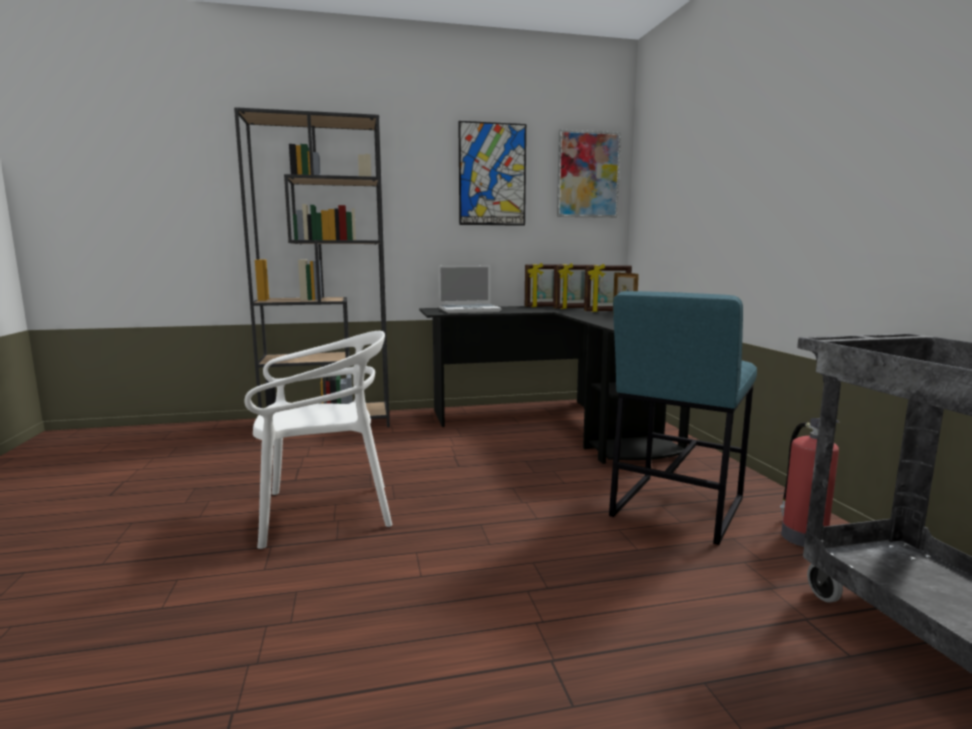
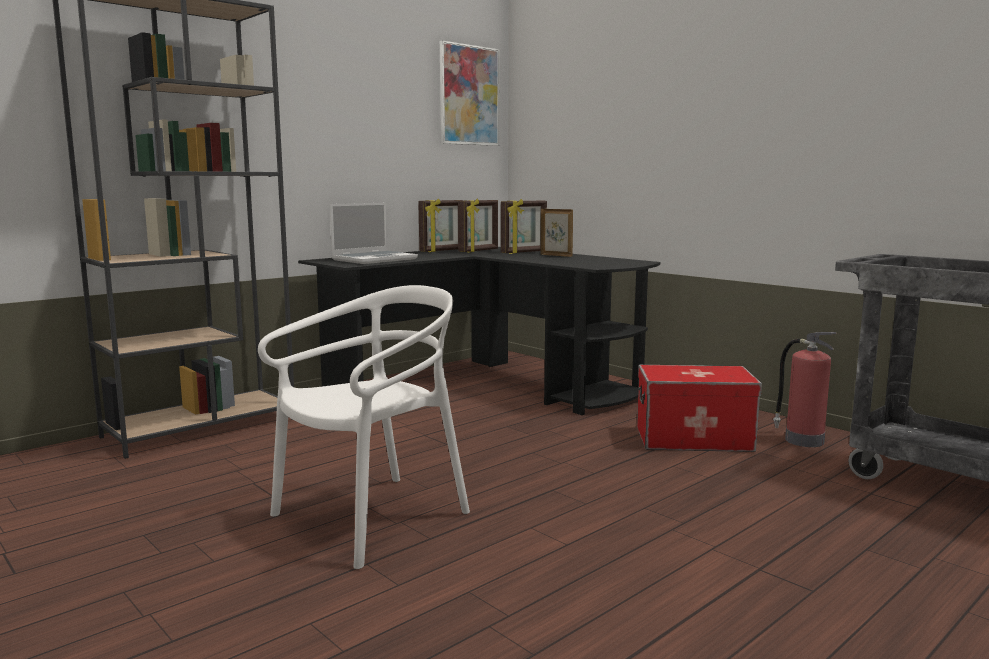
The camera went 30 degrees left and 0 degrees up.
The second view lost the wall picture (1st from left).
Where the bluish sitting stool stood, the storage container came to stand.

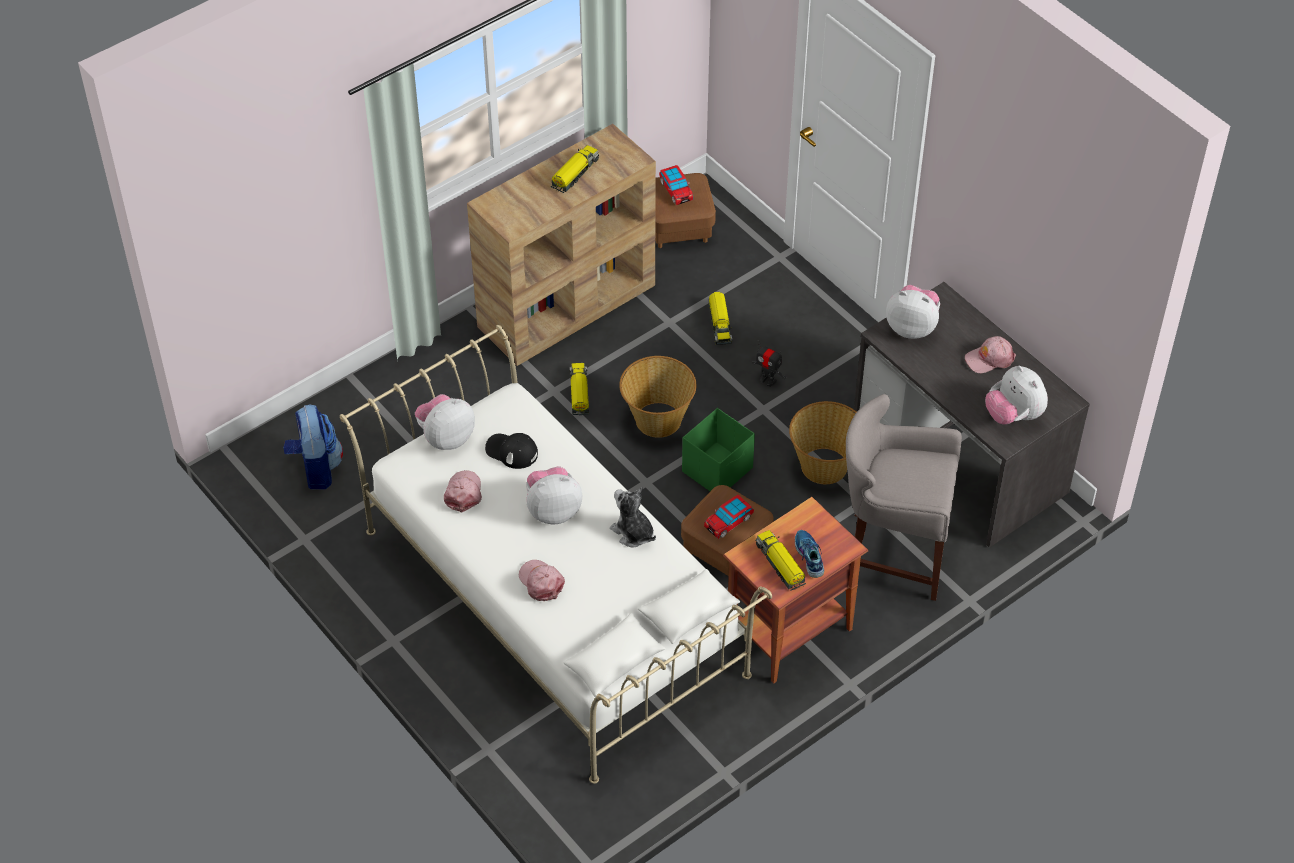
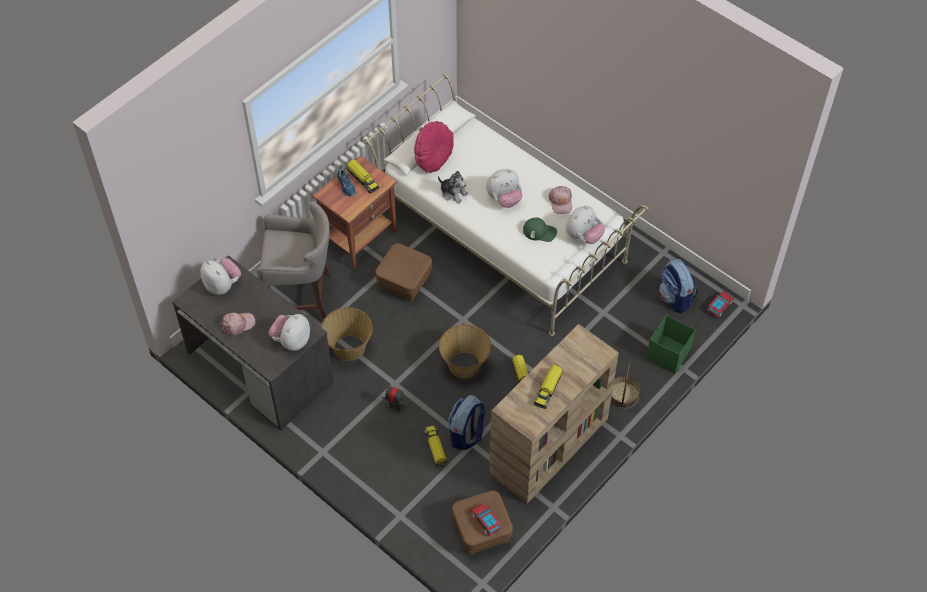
The camera went 170 degrees right and 5 degrees up.
The second view lost the pink-coloured cap (2nd from left).
The second view gained the pink-coloured throw pillow.
The second view gained the backpack (1st from left).
The second view gained the household basket (3rd from left).
The greenish storage container ended up elsewhere.
The toy car (2nd from left) ended up elsewhere.
What was the blackish cap turned into the greenish cap.
The soft toy (4th from left in the first image) ended up facing another way, 105 degrees clockwise from before.

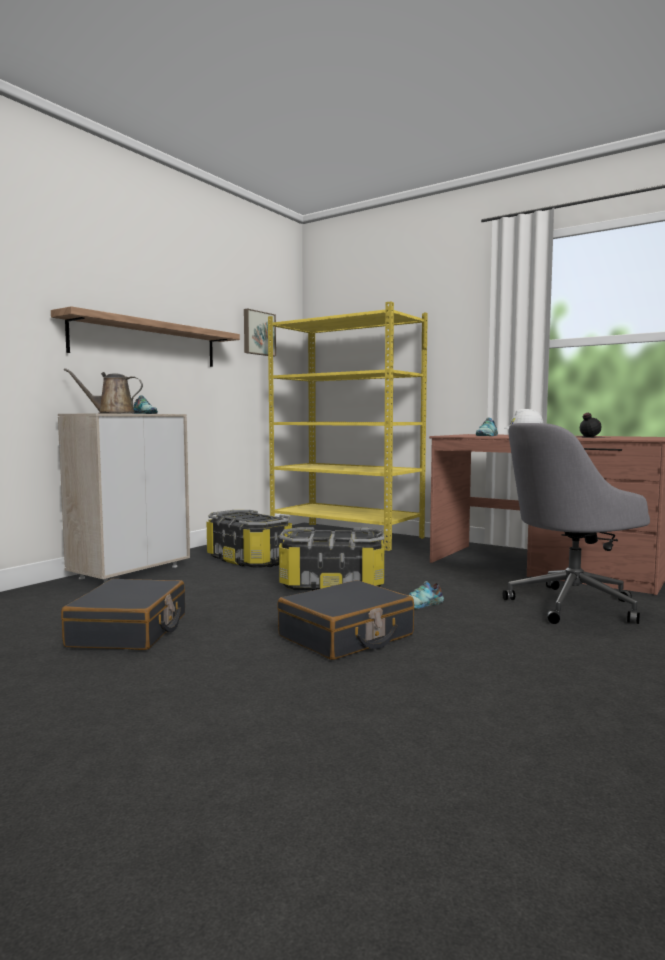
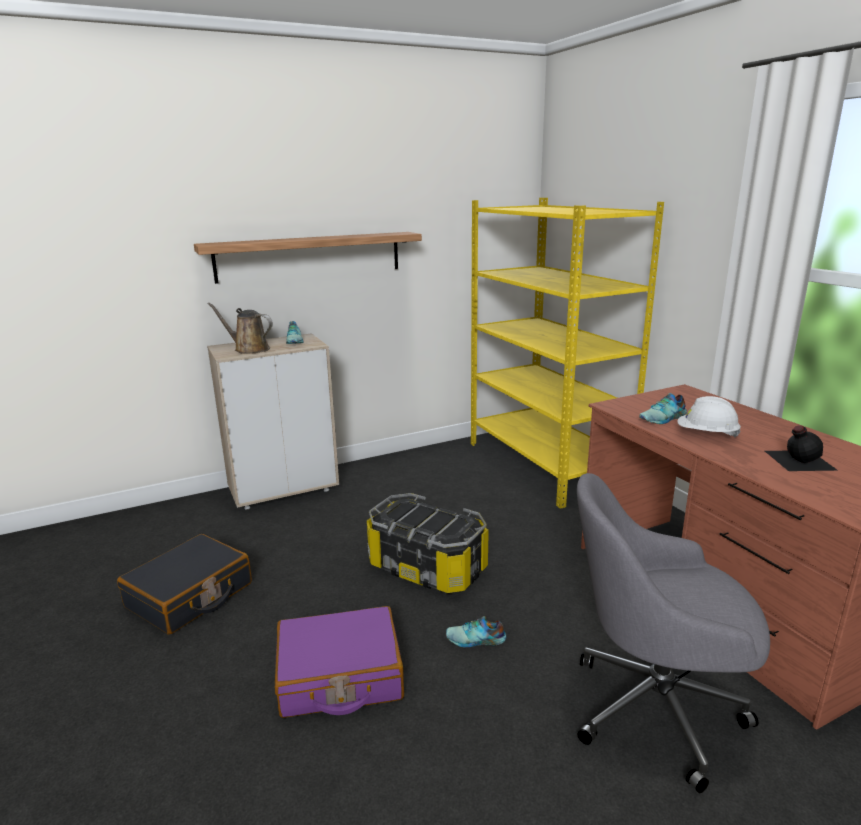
The camera went 30 degrees right and 15 degrees up.
The second view lost the storage container (1st from left).
The second view lost the wall picture.
What was the blackish suitcase (2nd from left) turned into the purple-coloured suitcase.

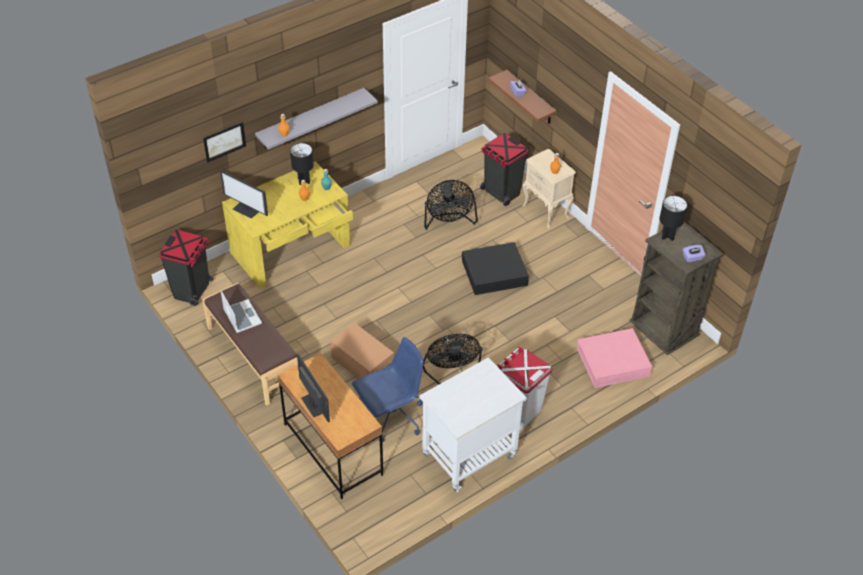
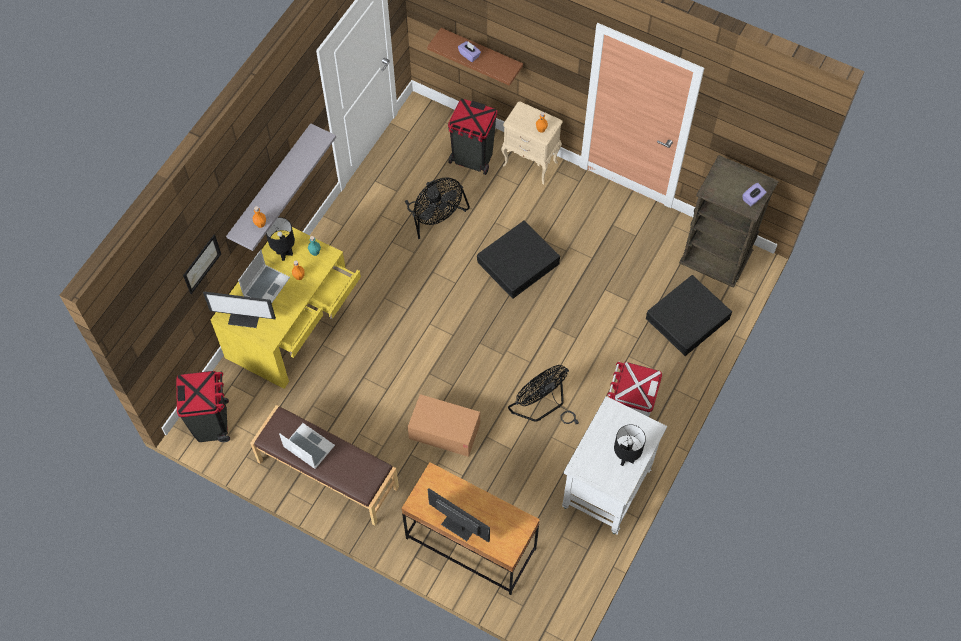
The camera went 25 degrees left and 15 degrees up.
The second view lost the bluish computer chair.
The second view gained the laptop (1st from left).
The blackish tabletop lamp (2nd from left) ended up elsewhere.
What was the pink-coloured storage container turned into the blackish storage container (2nd from left).

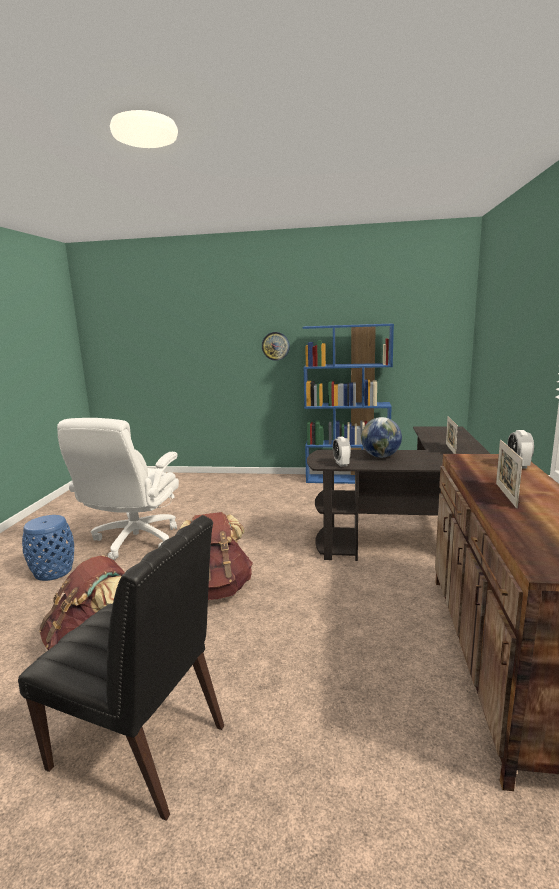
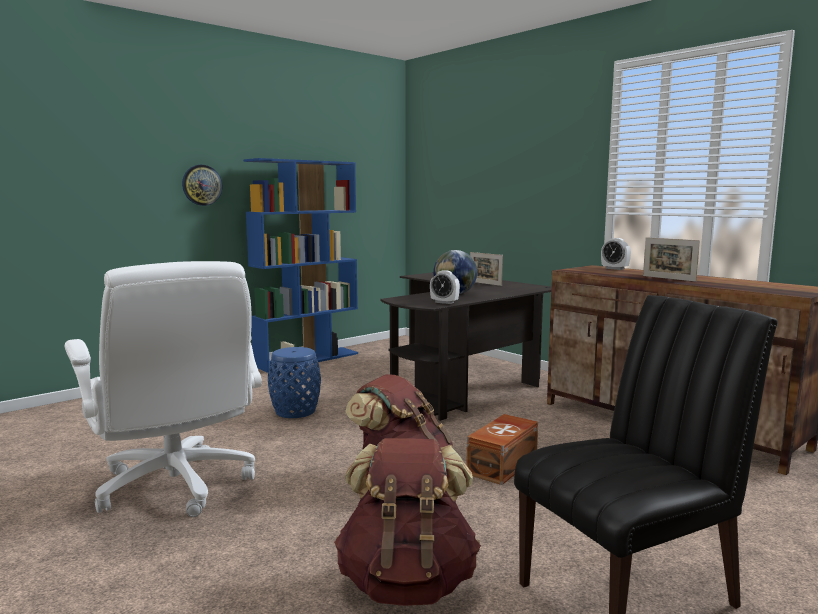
The camera went 50 degrees left and 5 degrees down.
The second view gained the brown-coloured storage container.
The bluish sitting stool ended up elsewhere.

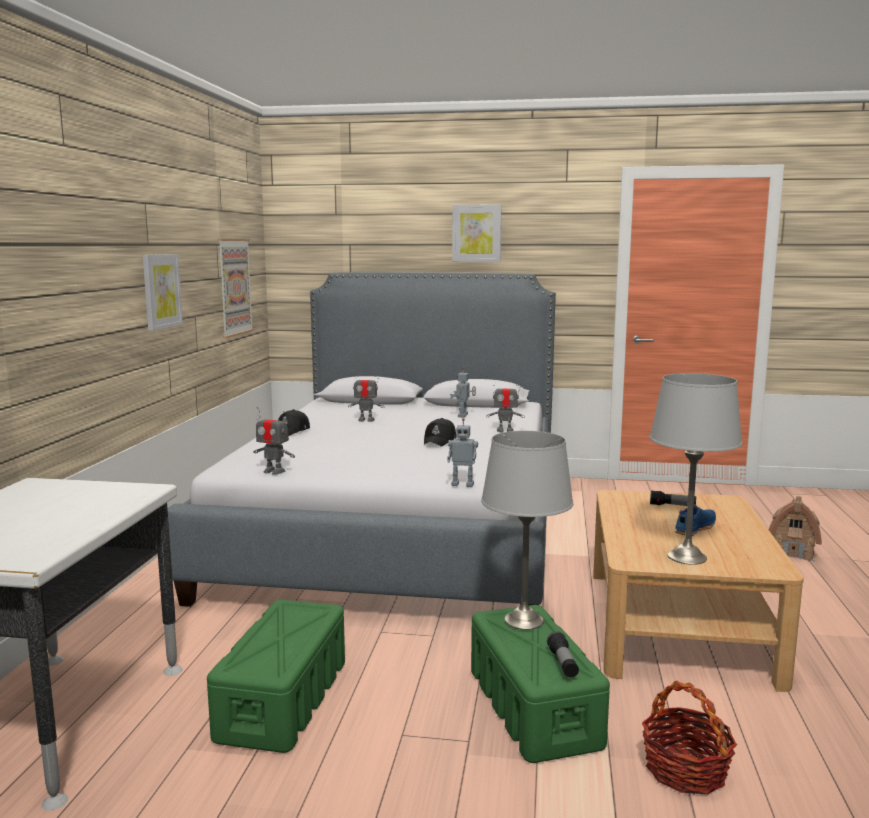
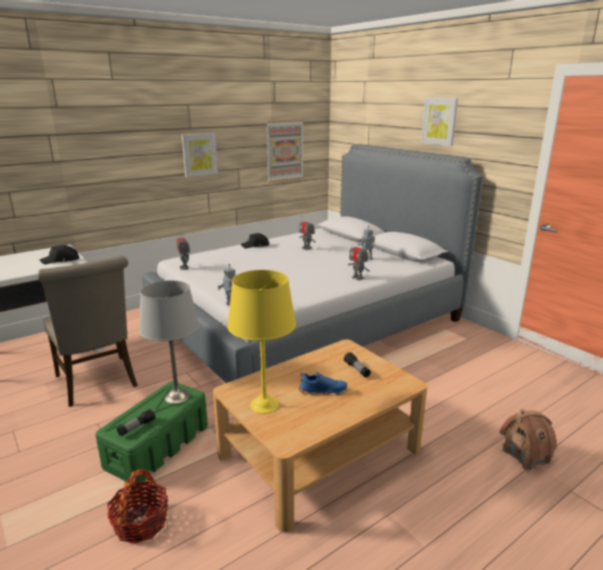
The camera went 45 degrees right and 10 degrees up.
The blackish cap (2nd from left in the first image) ended up elsewhere.
Where the greenish storage container (1st from left) stood, the beige-coloured chair came to stand.
What was the greyish tabletop lamp (2nd from left) turned into the yellow-coloured tabletop lamp.

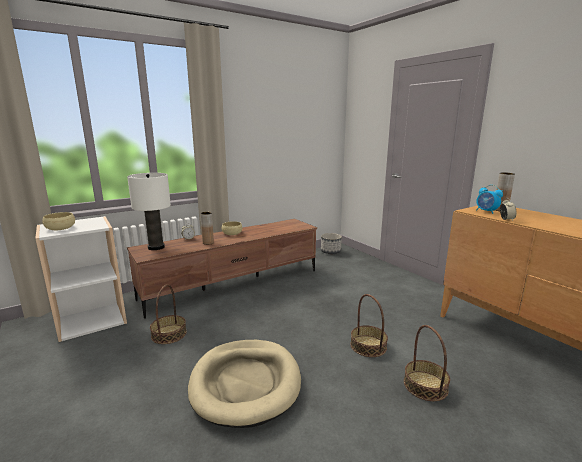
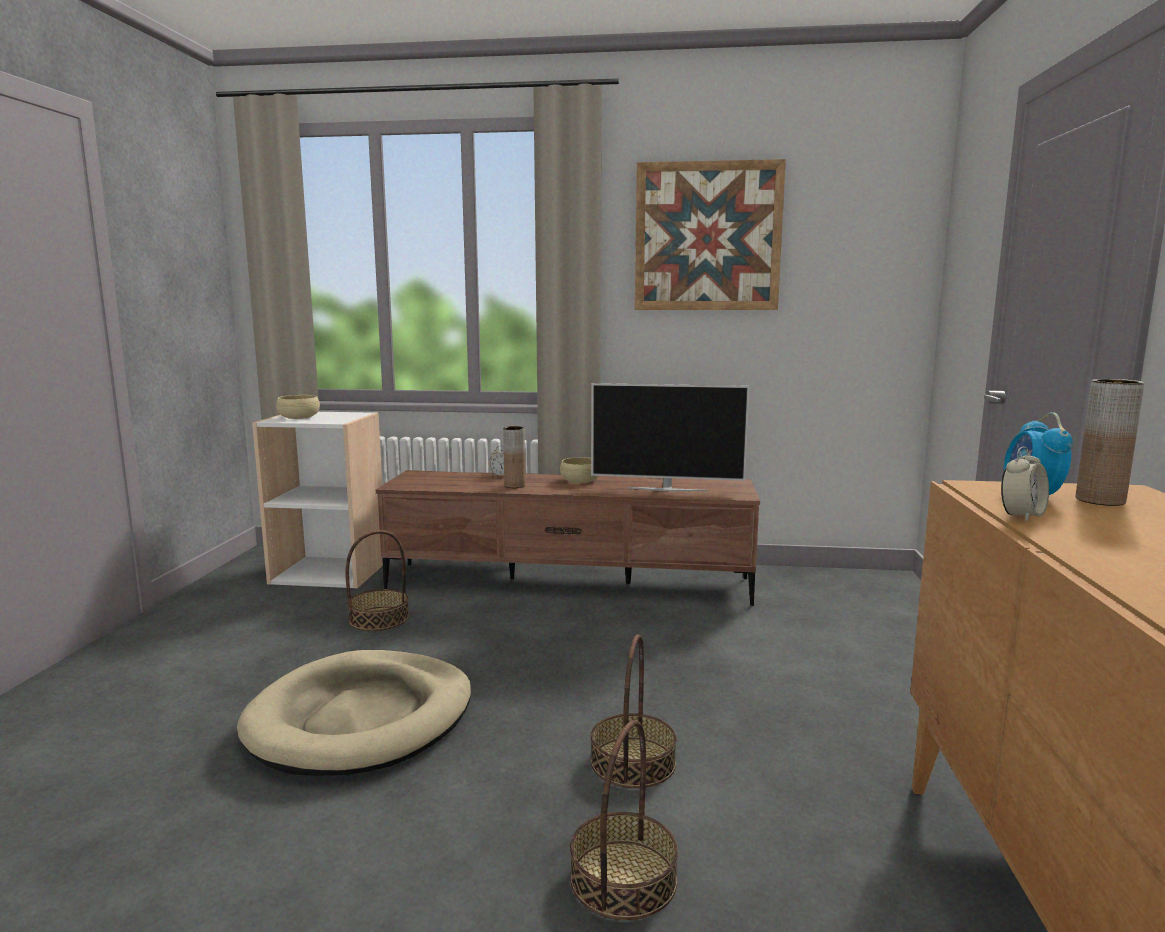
The camera went 40 degrees right and 5 degrees down.
The second view lost the whitish tabletop lamp.
The second view lost the planter.
The second view gained the television.
The second view gained the wall picture.

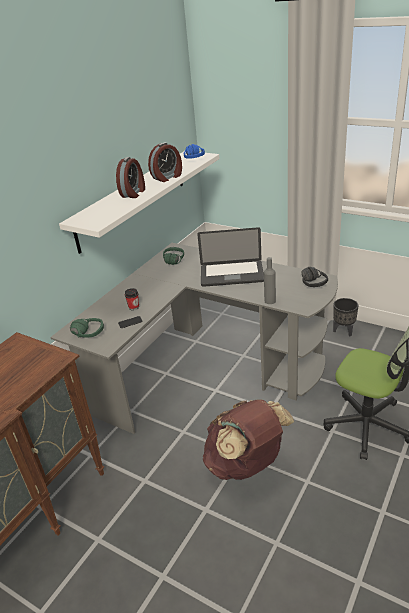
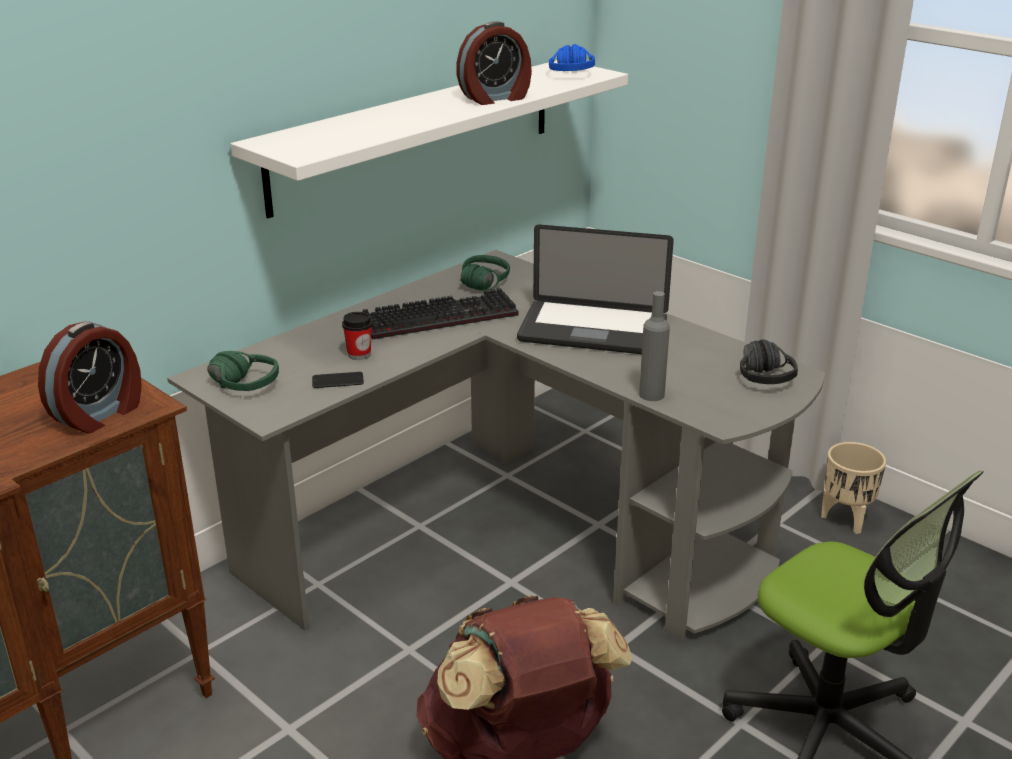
The camera went 10 degrees right and 5 degrees down.
The second view gained the keyboard.
The bedside clock (1st from left) ended up elsewhere.
What was the blackish planter turned into the beige-coloured planter.

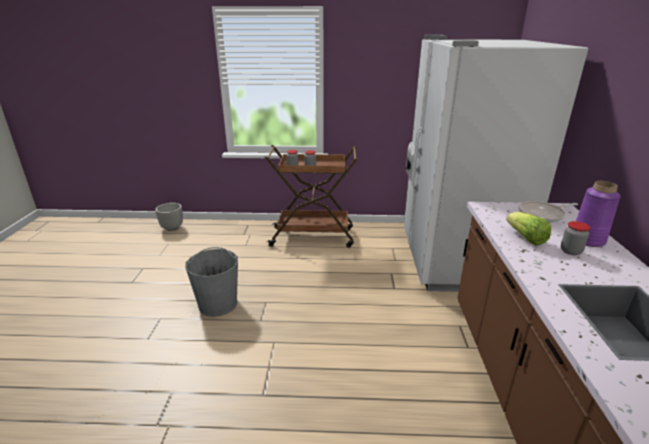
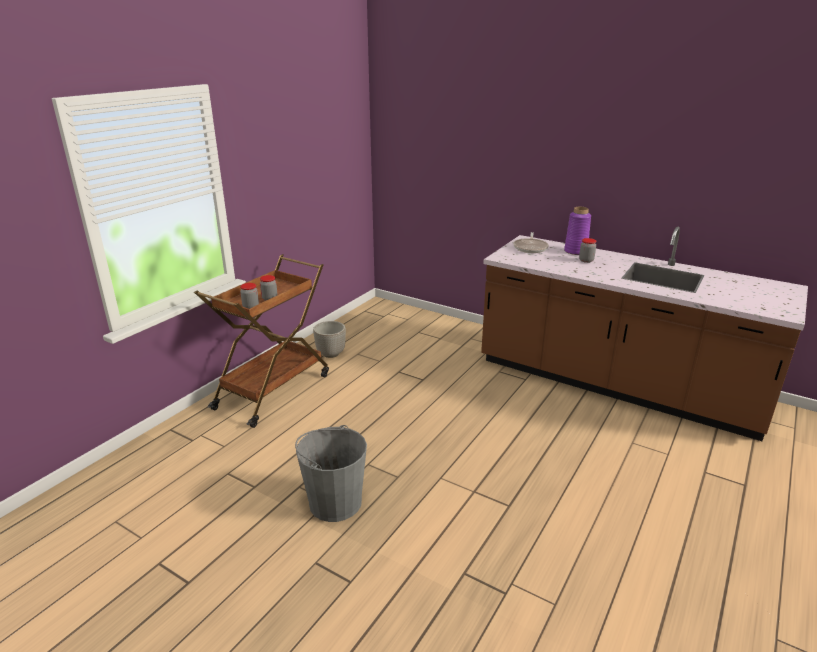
The camera went 60 degrees left and 0 degrees up.
The second view lost the whitish fridge.
The second view lost the head of lettuce.
The planter ended up elsewhere.

